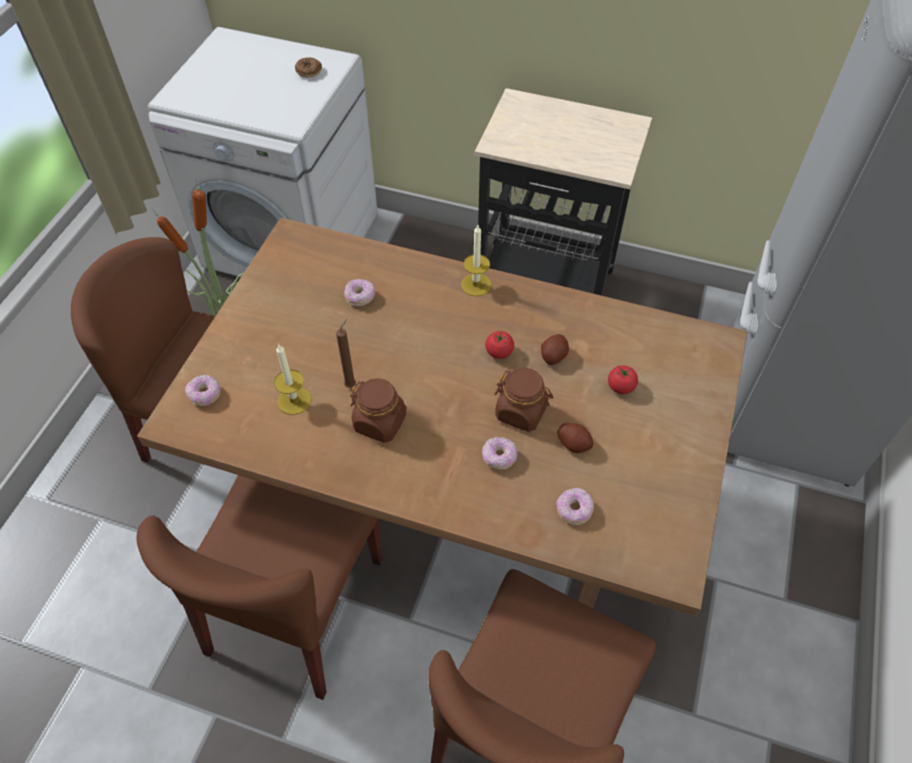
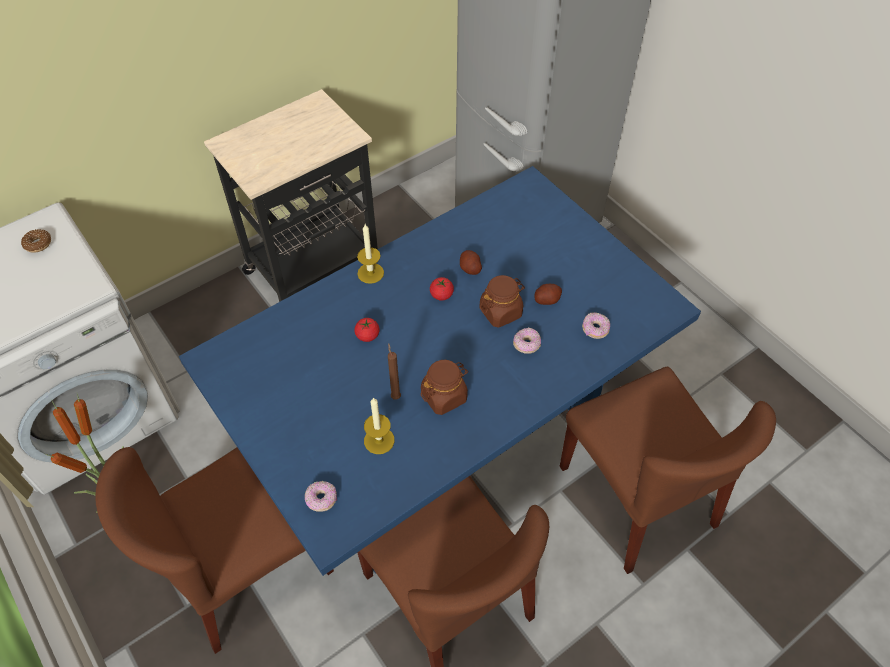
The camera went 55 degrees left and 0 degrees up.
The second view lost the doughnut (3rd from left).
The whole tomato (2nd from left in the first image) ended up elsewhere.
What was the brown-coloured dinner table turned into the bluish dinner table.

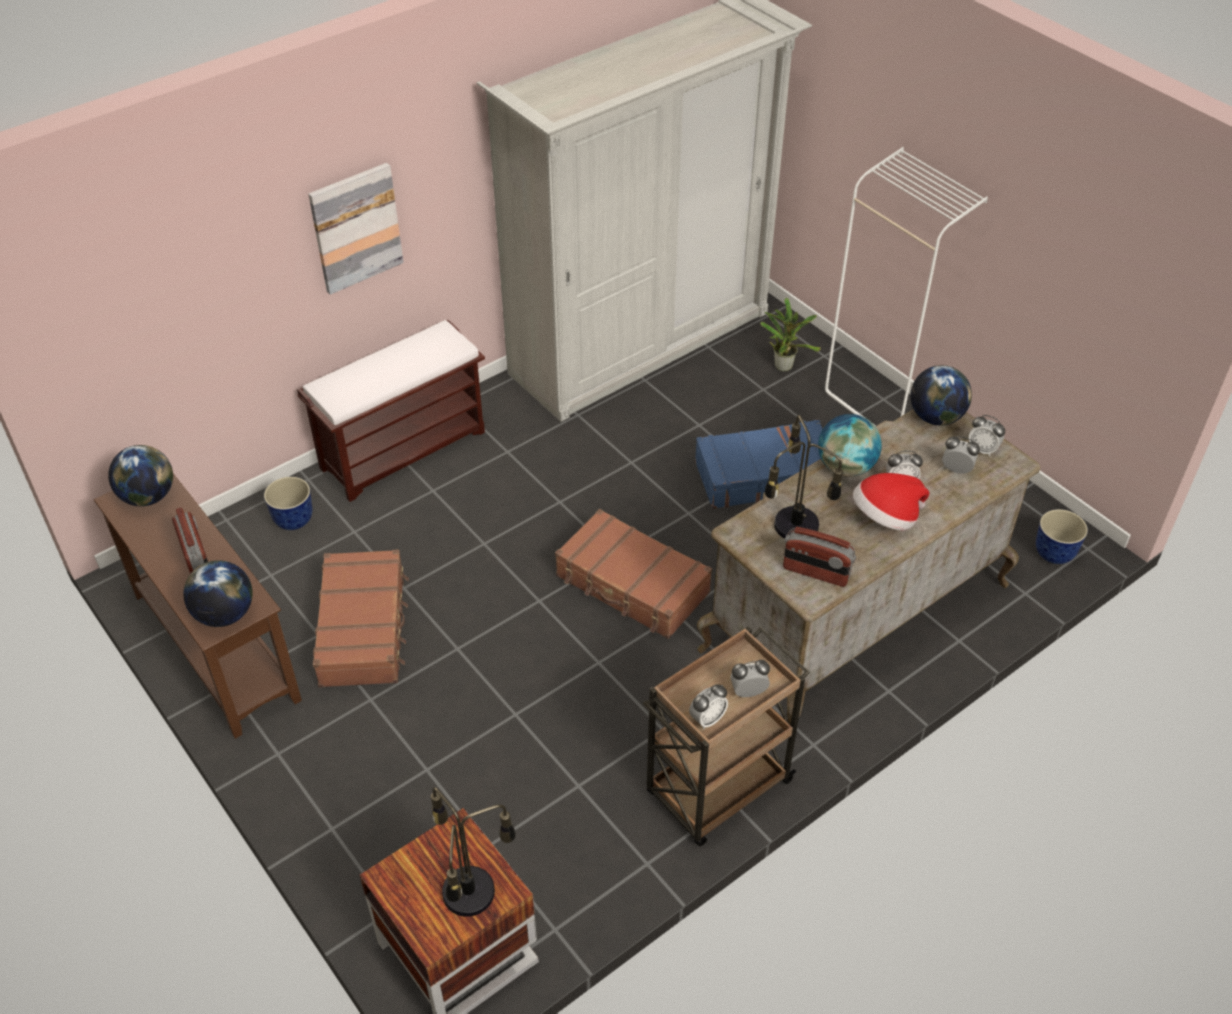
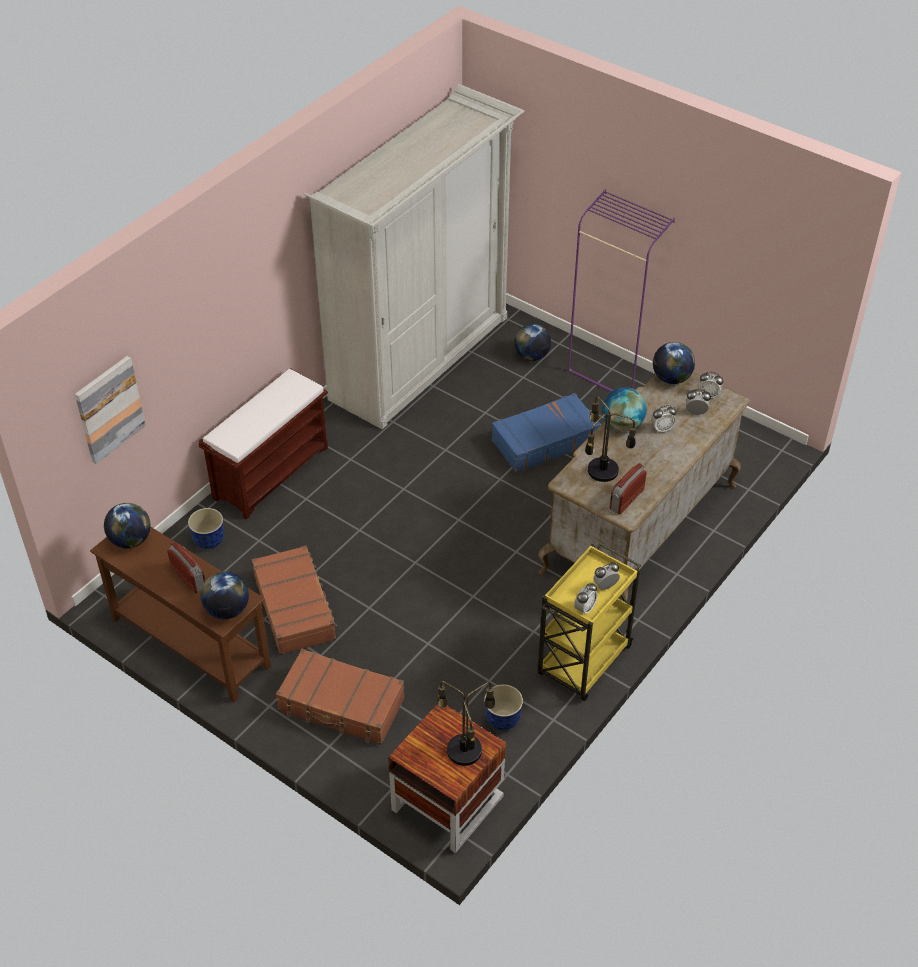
The camera went 15 degrees left and 0 degrees up.
The second view lost the wearable hat.
The wall picture ended up elsewhere.
The brown-coloured suitcase (2nd from left) ended up elsewhere.
The planter (2nd from left) ended up elsewhere.
Where the plant in a pot stood, the globe (3rd from left) came to stand.
What was the brown-coloured trolley turned into the yellow-coloured trolley.
What was the whitish garment rack turned into the purple-coloured garment rack.
The radio receiver (2nd from left) ended up facing another way, 120 degrees clockwise from before.

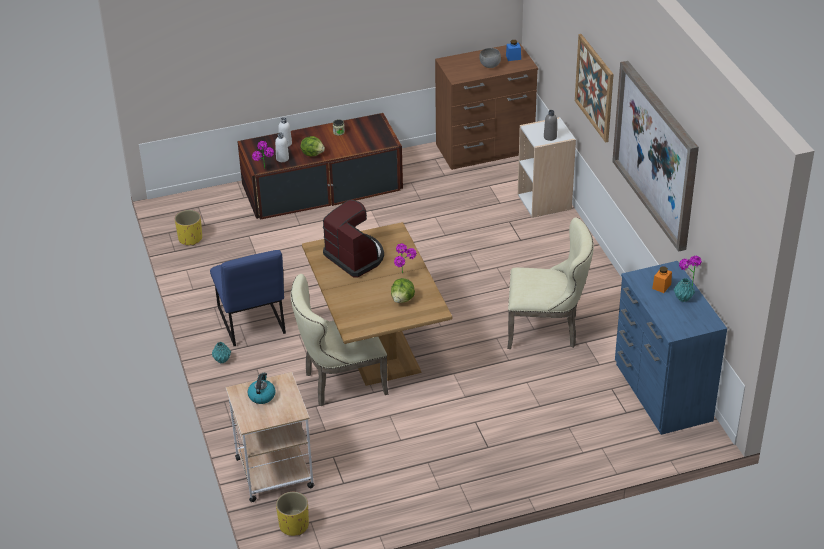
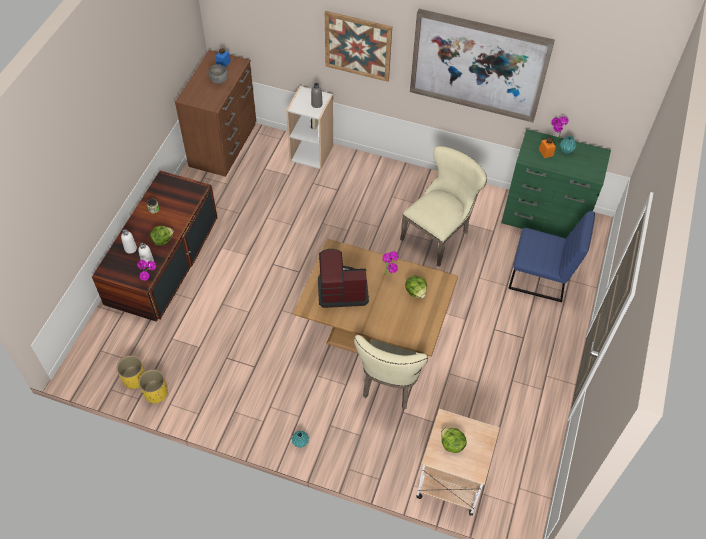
The camera went 55 degrees left and 15 degrees up.
The bluish chair ended up elsewhere.
The yellow-coloured planter (2nd from left) ended up elsewhere.
Where the water kettle stood, the head of lettuce (3rd from left) came to stand.
What was the bluish drawer chest turned into the greenish drawer chest.

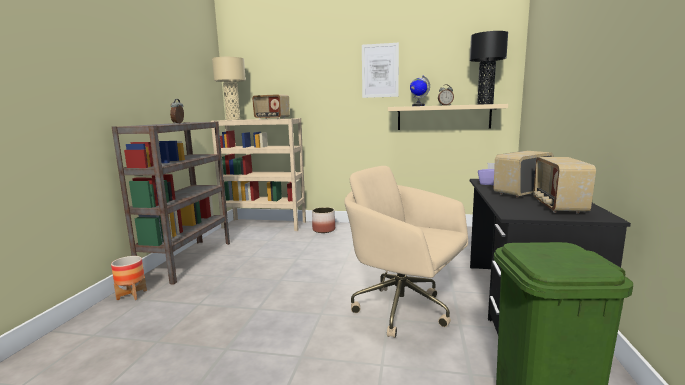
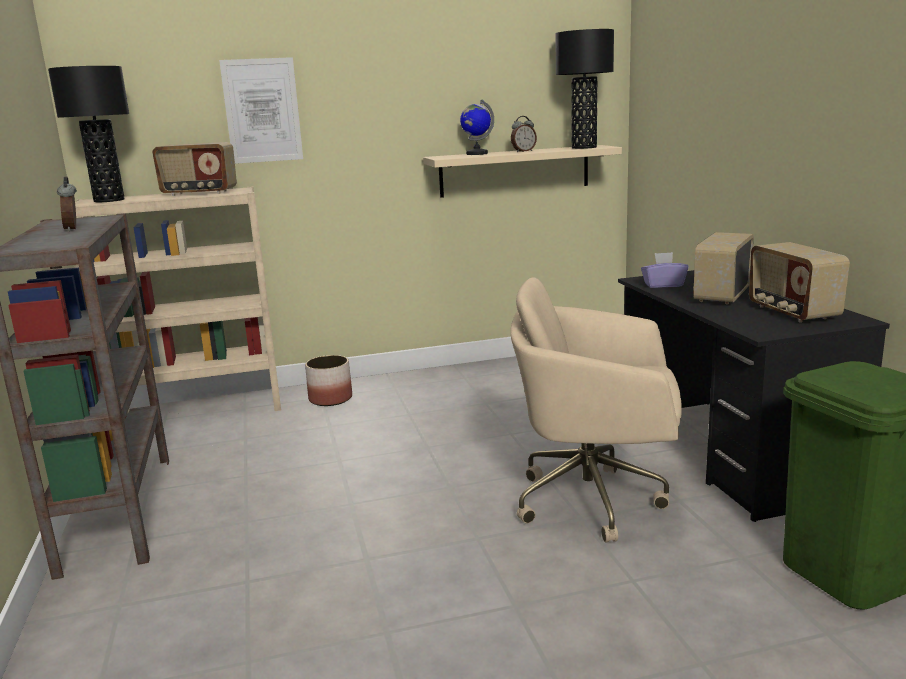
The camera went 25 degrees left and 5 degrees up.
The second view lost the planter (1st from left).
The wall picture ended up elsewhere.
What was the beige-coloured tabletop lamp turned into the blackish tabletop lamp (1st from left).

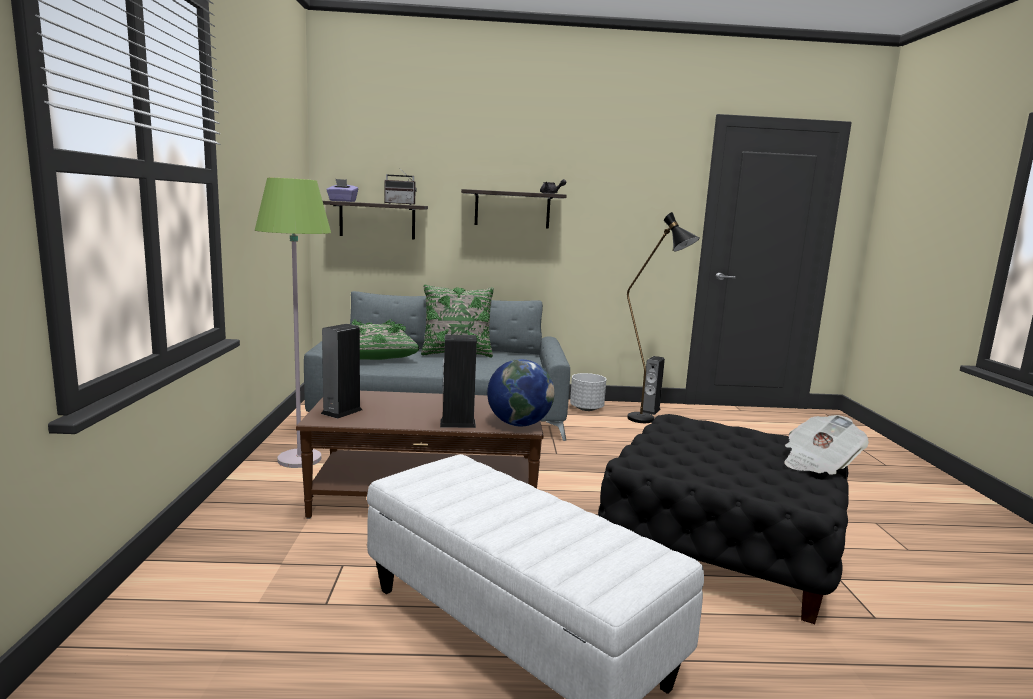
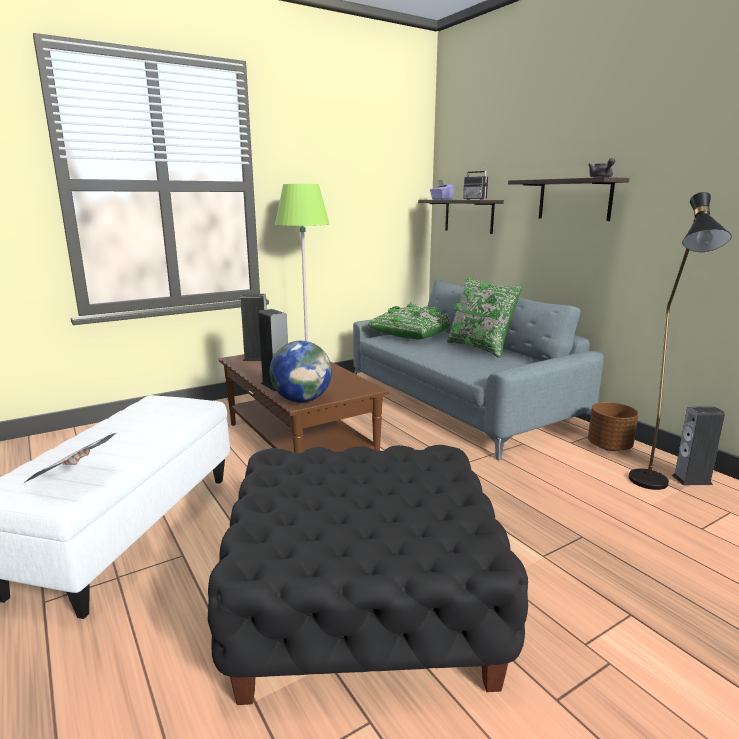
The camera went 60 degrees right and 5 degrees up.
The printed paper ended up elsewhere.
What was the whitish planter turned into the brown-coloured planter.

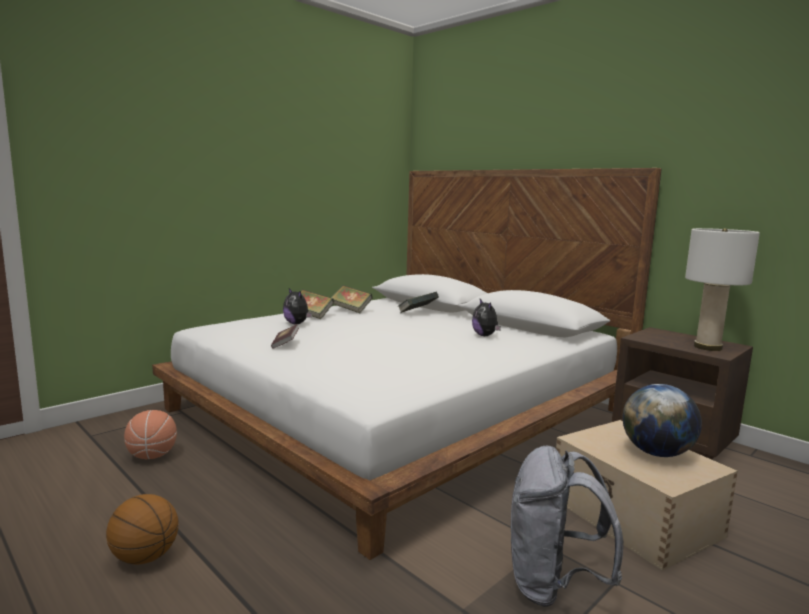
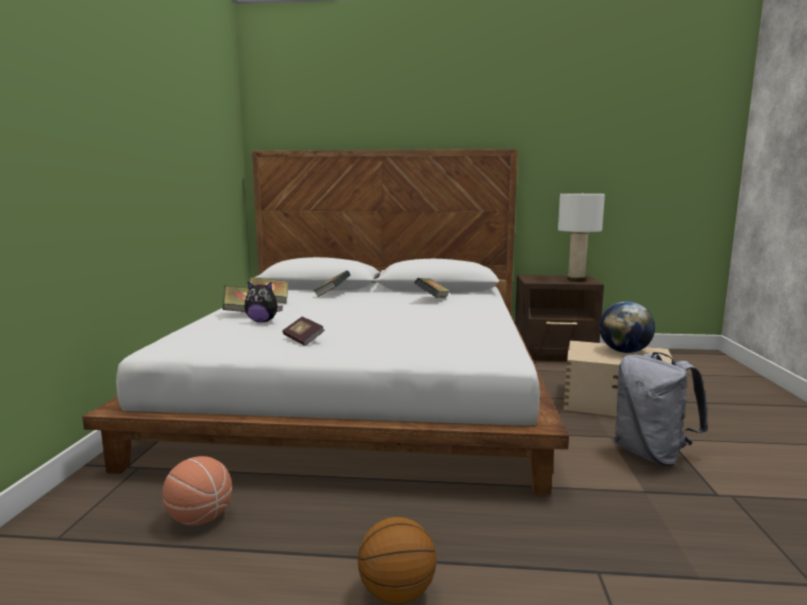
The camera went 40 degrees left and 0 degrees up.
Where the soft toy (2nd from left) stood, the bound book (5th from left) came to stand.

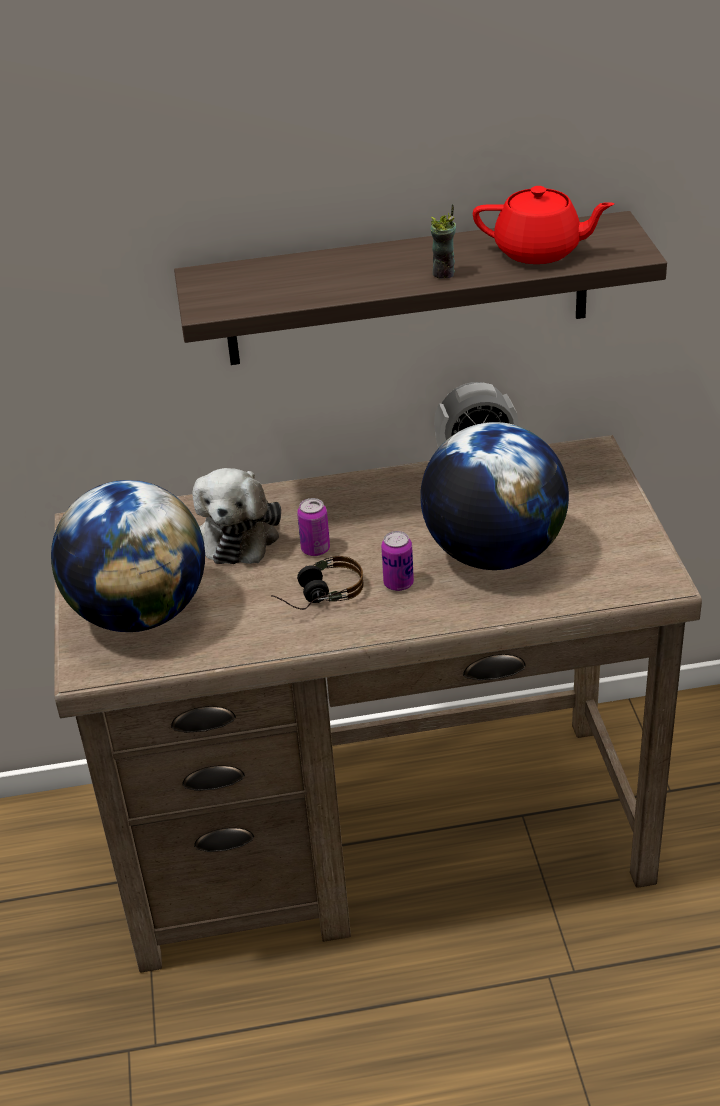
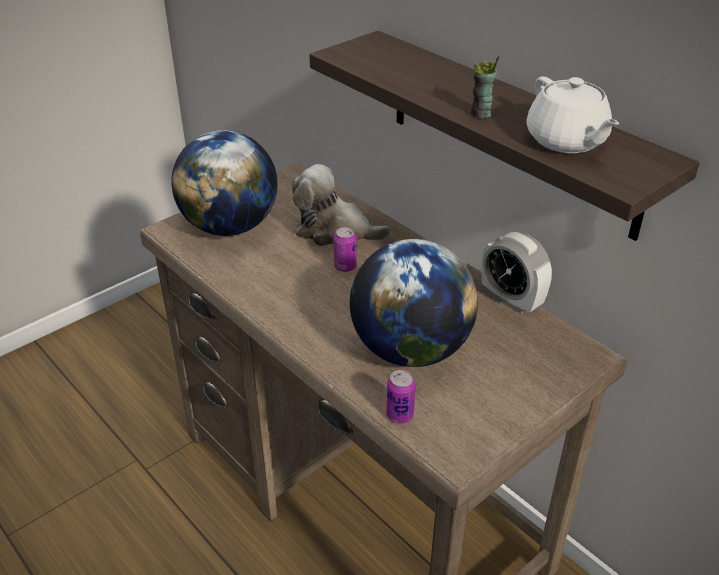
The camera went 55 degrees right and 0 degrees up.
The second view lost the headset.
The sealed can (2nd from left) ended up elsewhere.
What was the red pot for tea turned into the whitish pot for tea.
The soft toy ended up facing another way, 45 degrees clockwise from before.

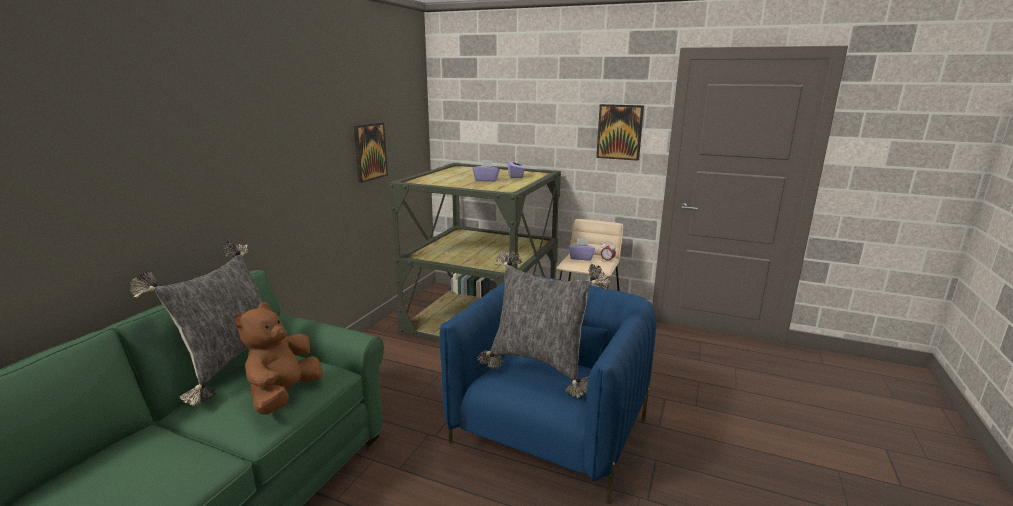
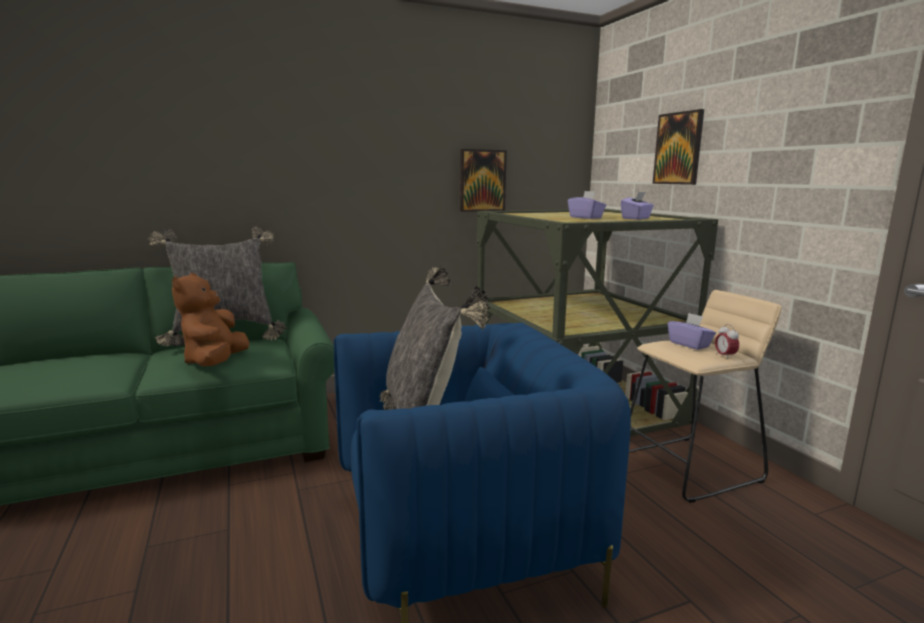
The camera went 45 degrees right and 5 degrees down.
The wall picture (2nd from left) ended up elsewhere.
The brown-coloured soft toy ended up facing another way, 60 degrees counterclockwise from before.

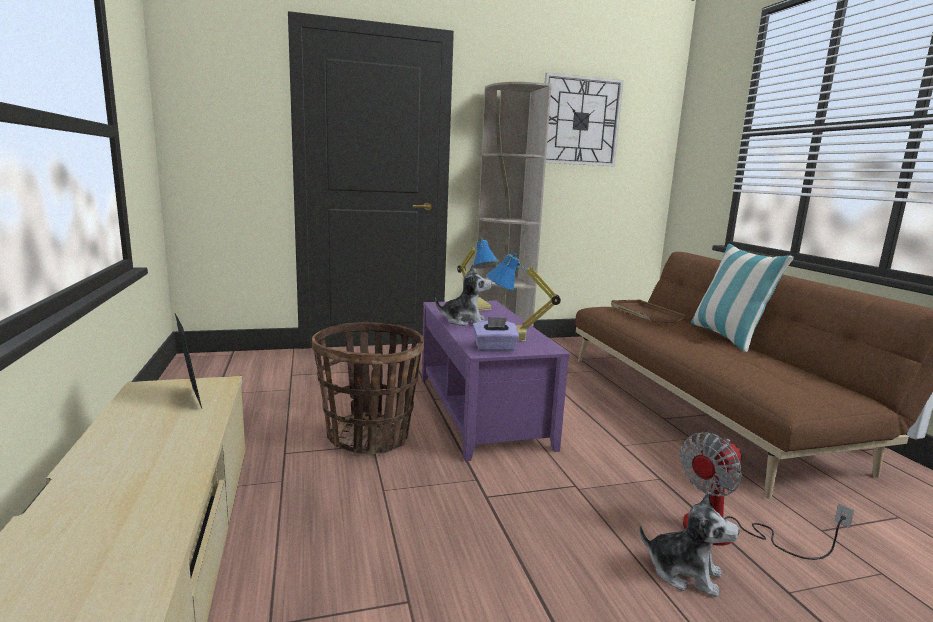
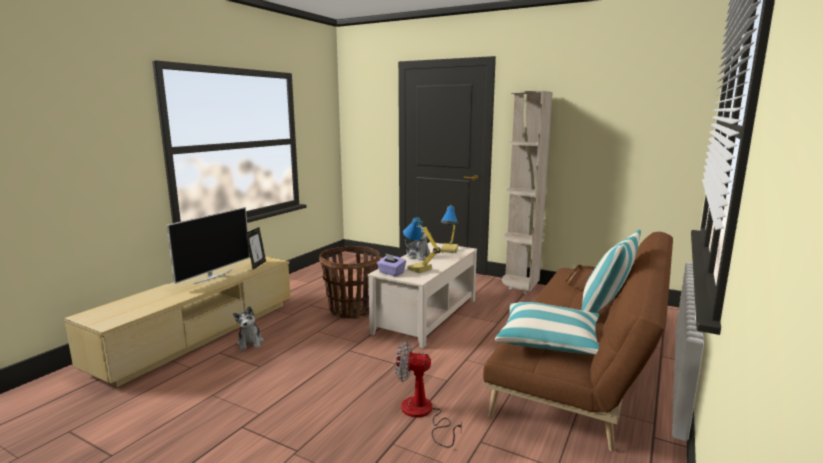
The camera went 45 degrees right and 0 degrees up.
The second view lost the clock on the wall.
The second view gained the television.
The second view gained the throw pillow (1st from left).
The soft toy (2nd from left in the first image) ended up elsewhere.
What was the purple-coloured low table turned into the beige-coloured low table.

